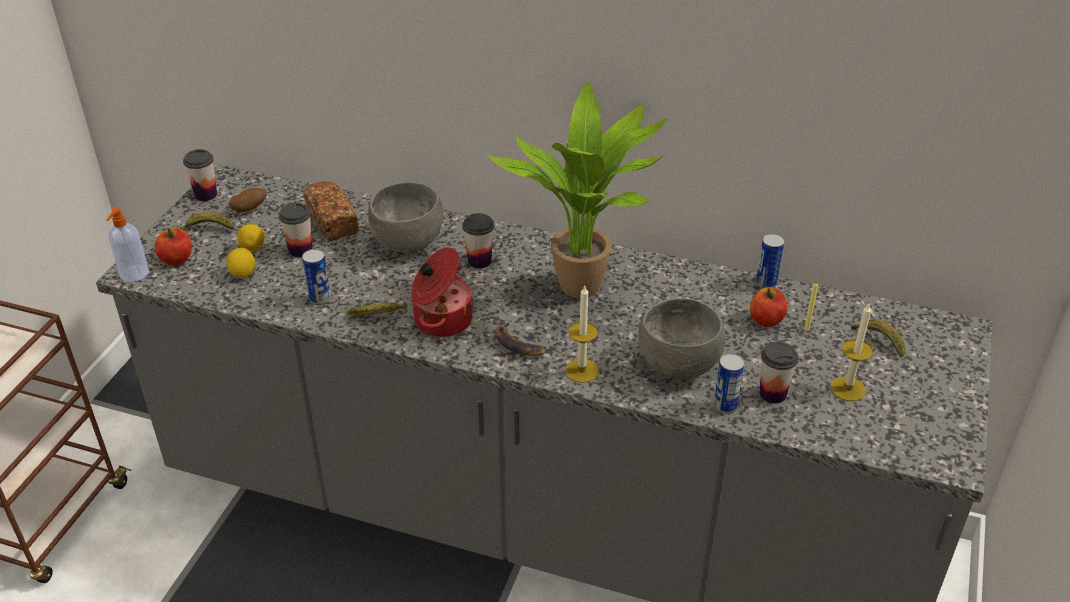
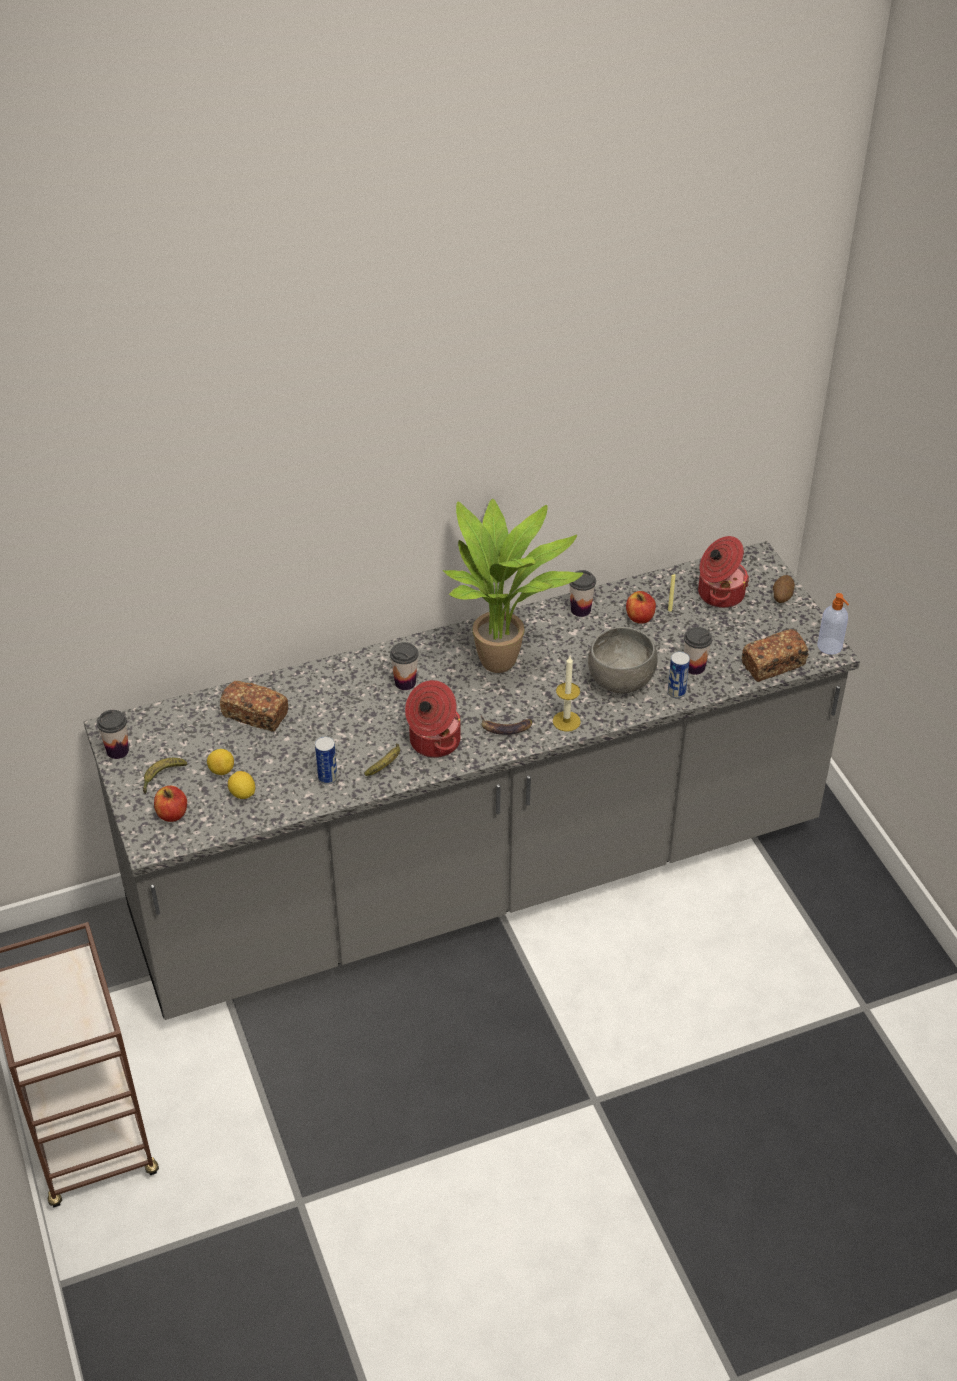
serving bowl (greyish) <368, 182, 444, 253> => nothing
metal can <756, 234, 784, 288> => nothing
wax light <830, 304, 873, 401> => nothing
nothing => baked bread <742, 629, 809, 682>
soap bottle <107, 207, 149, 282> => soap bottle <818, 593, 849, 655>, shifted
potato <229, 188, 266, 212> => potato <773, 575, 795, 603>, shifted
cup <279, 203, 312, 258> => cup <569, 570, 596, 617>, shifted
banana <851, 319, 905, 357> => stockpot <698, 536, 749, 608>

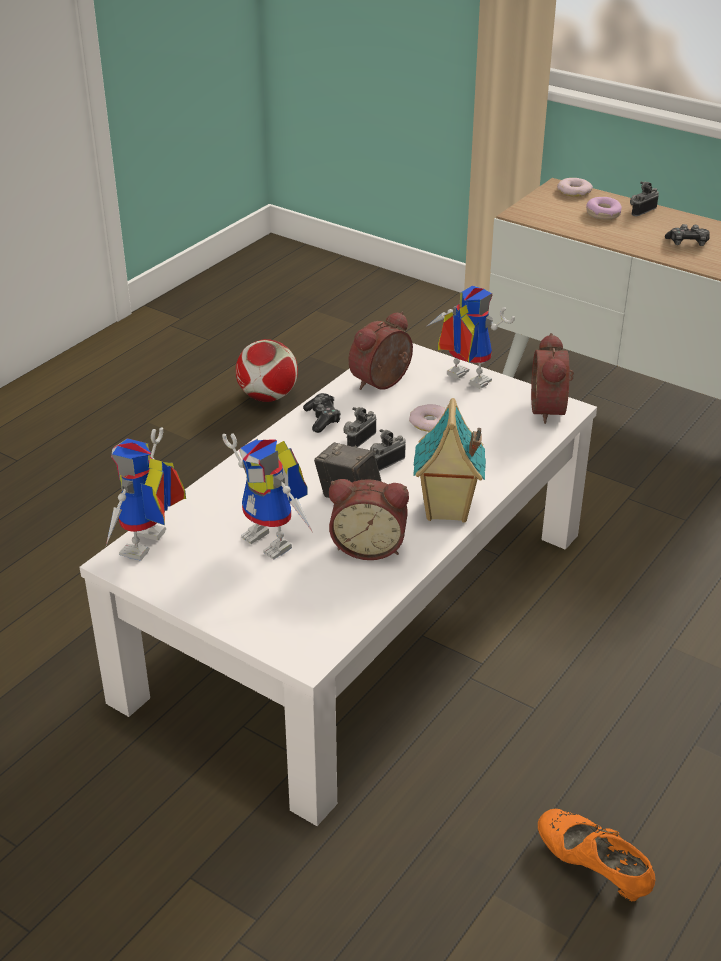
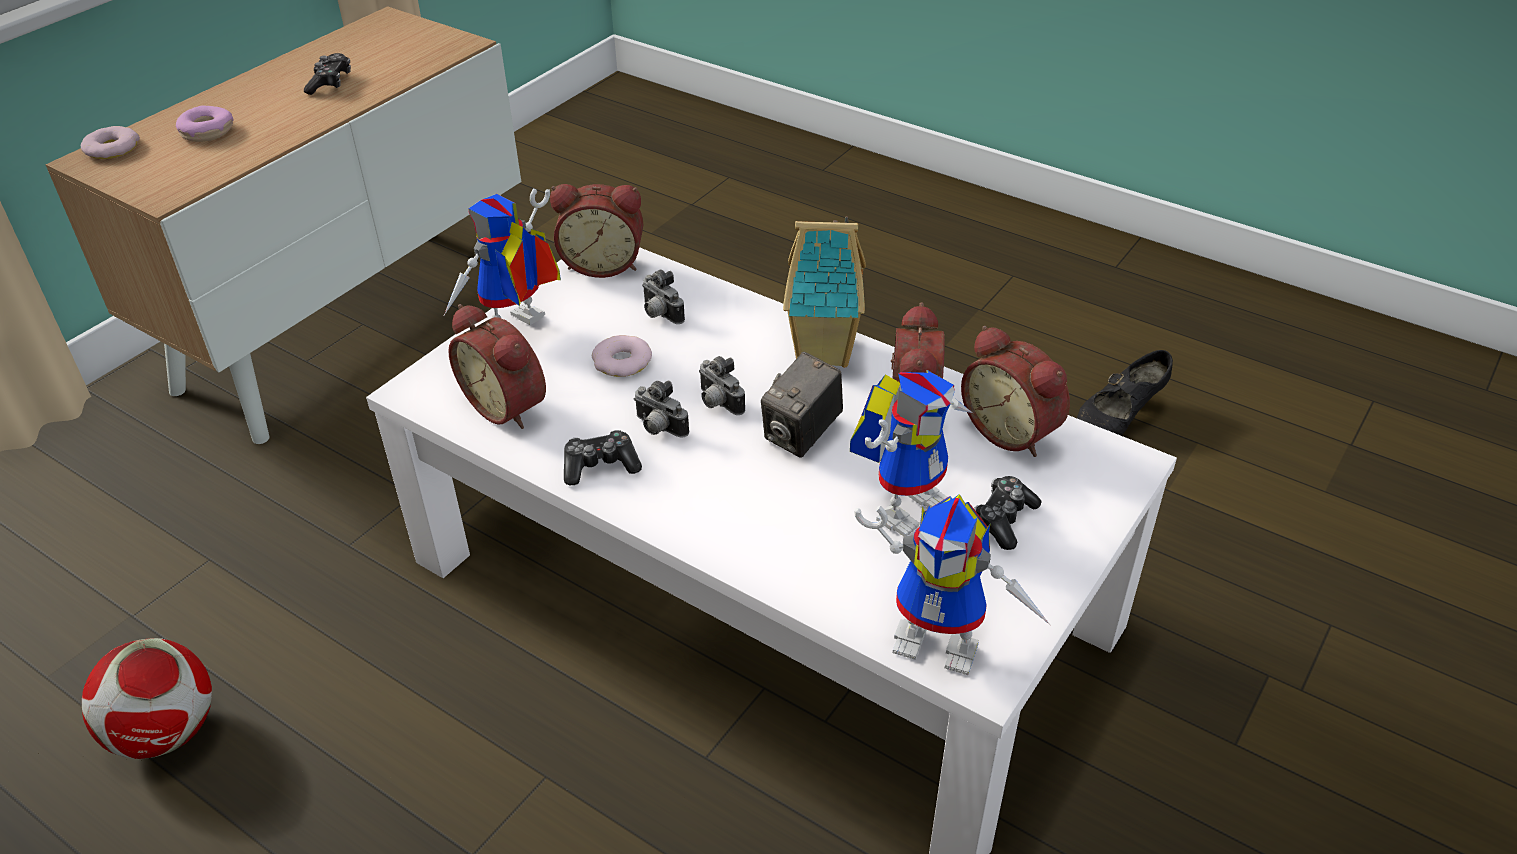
nothing => table clock <961, 326, 1070, 457>
nothing => joypad <974, 476, 1042, 550>
still camera <630, 181, 659, 217> => still camera <642, 269, 685, 324>, shifted
shoe (orange-coloured) <538, 809, 655, 901> => shoe (black) <1077, 350, 1173, 435>

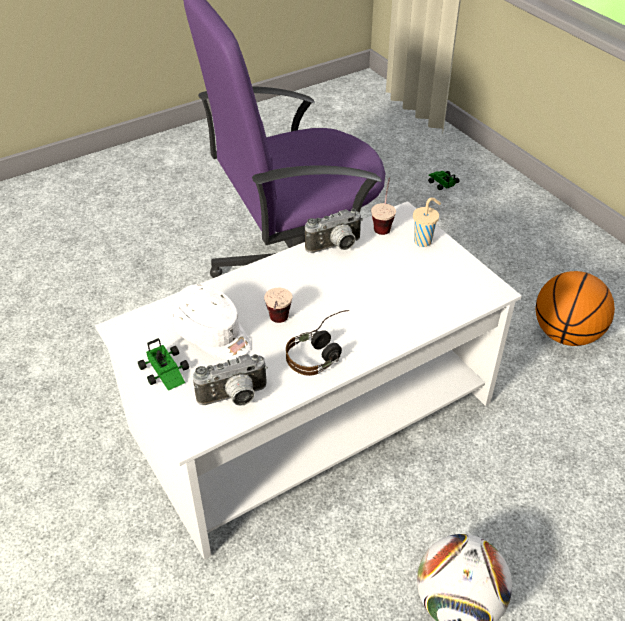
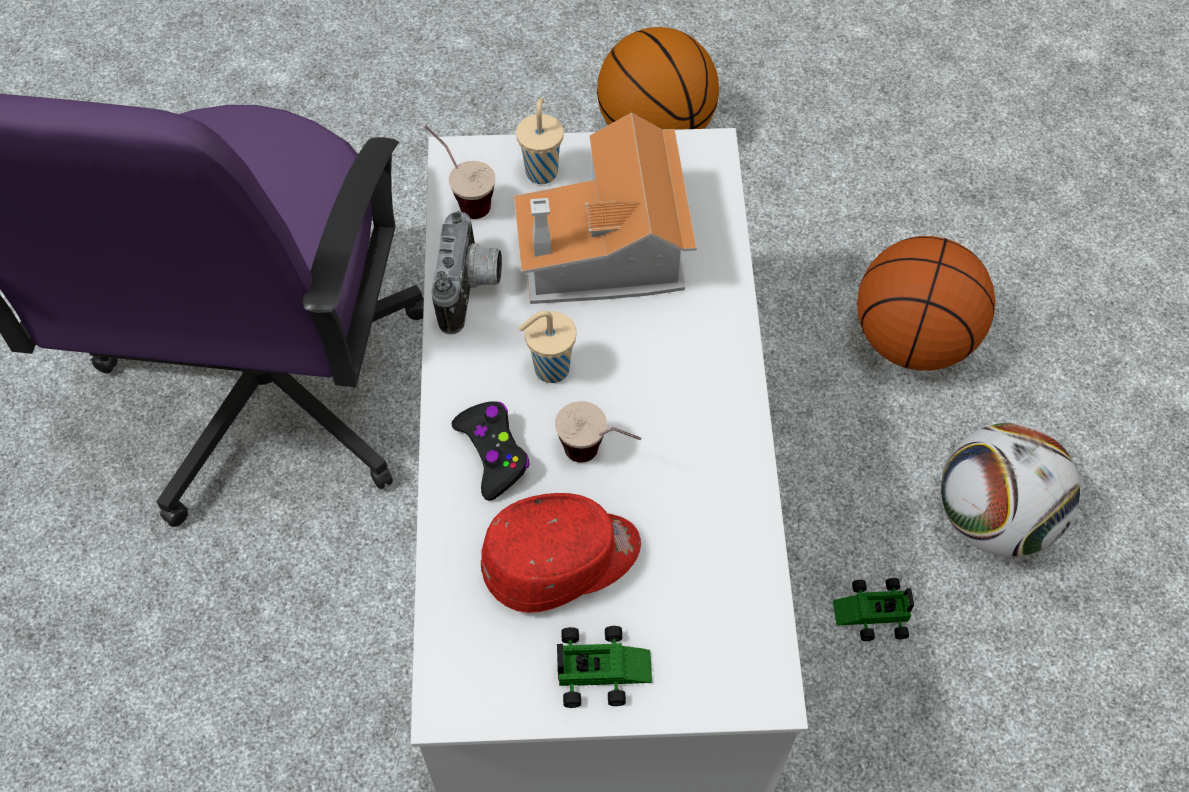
still camera <193, 354, 268, 406> => nothing
pair of headphones <286, 310, 349, 376> => nothing
nothing => joypad (black) <452, 401, 529, 501>
nothing => model house <514, 112, 697, 304>
nothing => cup (sand-coloured) <519, 311, 576, 383>
nothing => basketball <857, 236, 995, 371>
toy car <428, 170, 460, 190> => toy car <833, 578, 914, 641>, shifted
baseball cap (whitish) <173, 284, 251, 360> => baseball cap (red-coloured) <481, 493, 641, 613>

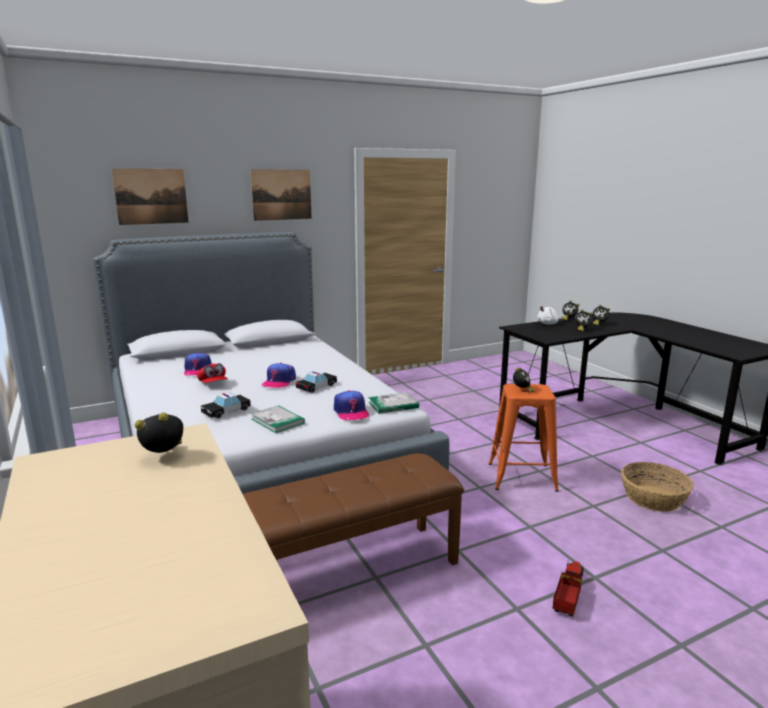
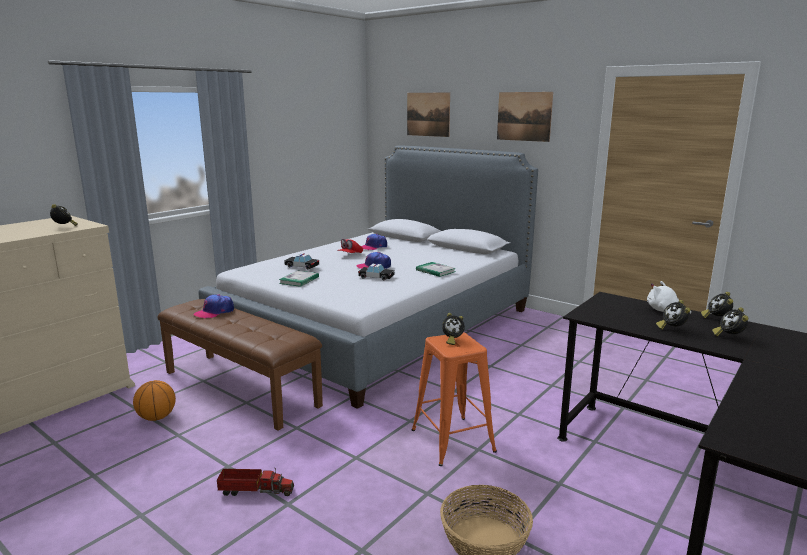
nothing => basketball <133, 380, 176, 421>
baseball cap <334, 390, 369, 420> => baseball cap <193, 294, 234, 318>, shifted
volume <368, 392, 419, 414> => volume <416, 262, 455, 277>, shifted

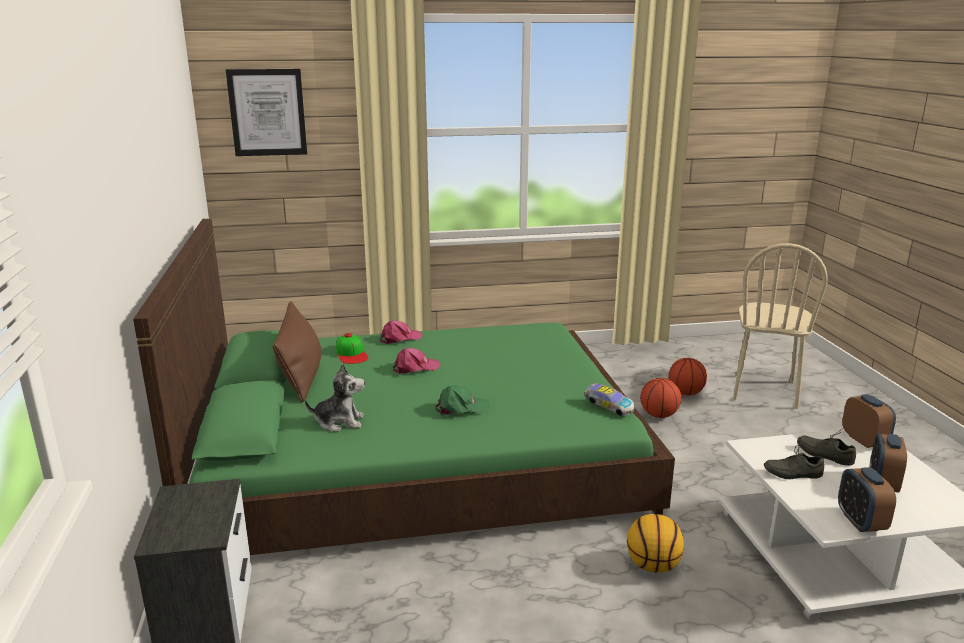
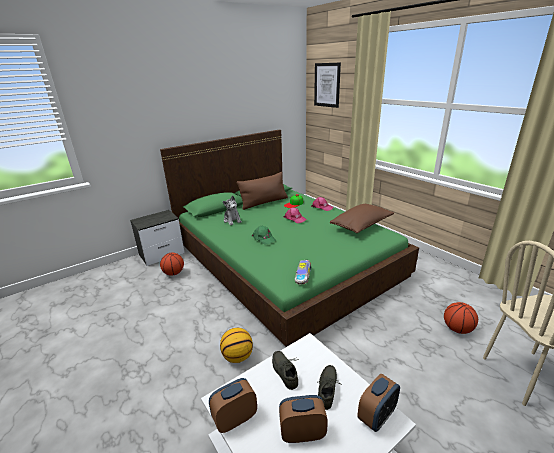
nothing => throw pillow (brown-coloured) <330, 204, 394, 233>
basketball <640, 378, 681, 418> => basketball <160, 253, 184, 276>, shifted

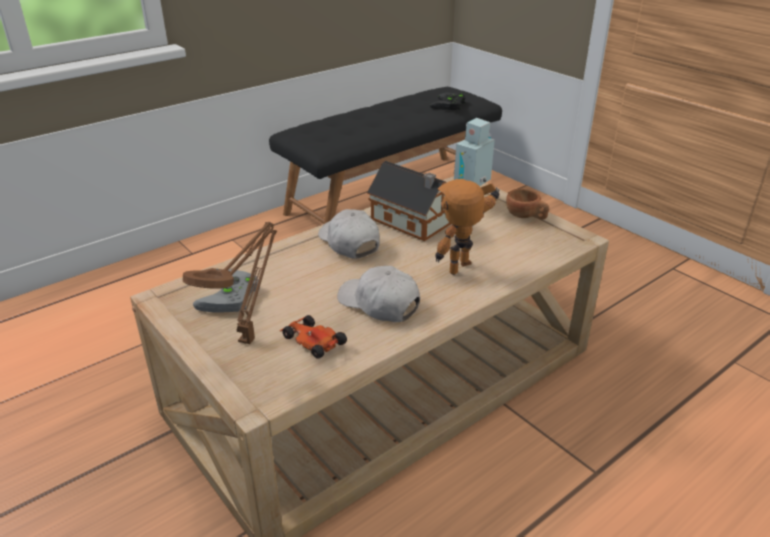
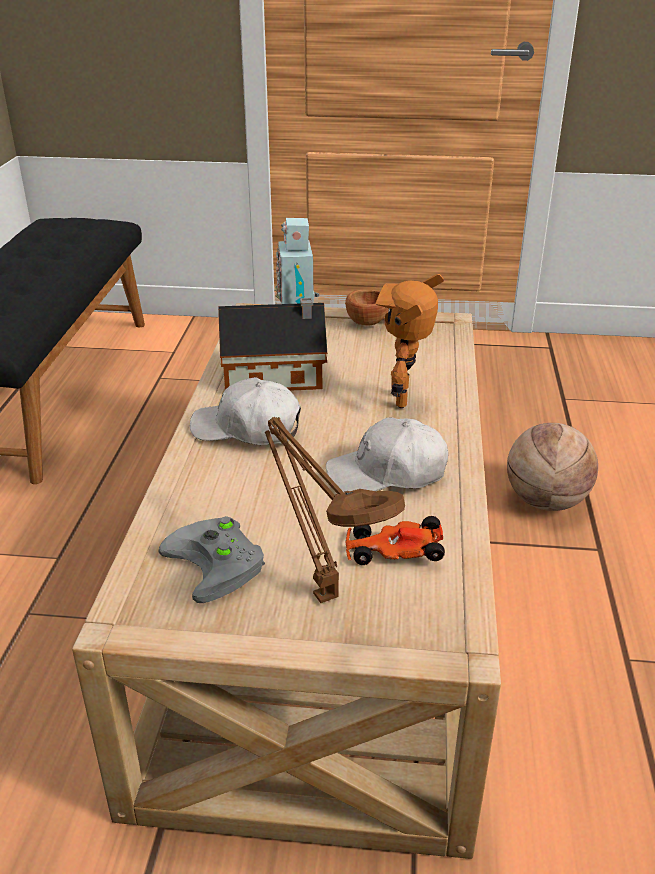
joypad (black) <430, 92, 466, 110> => nothing
nothing => basketball <507, 423, 598, 511>

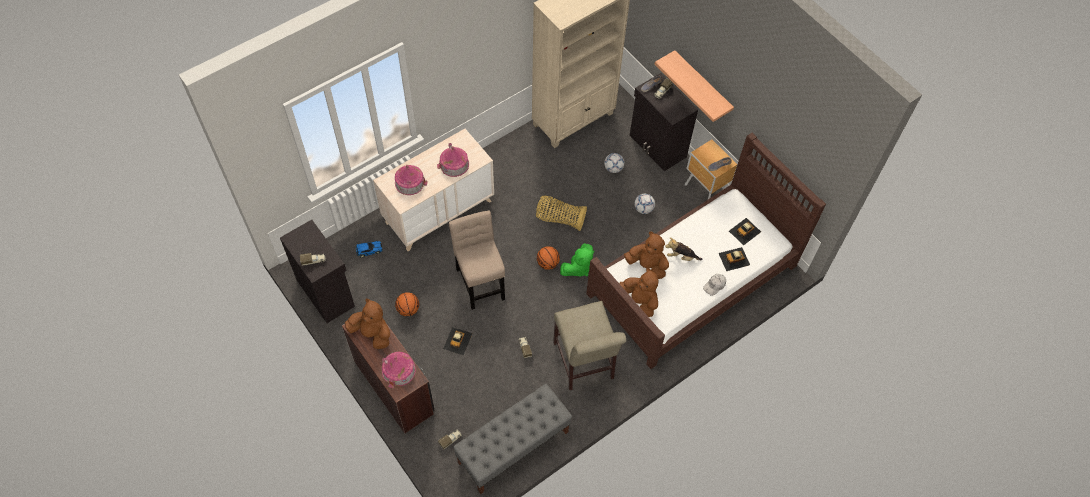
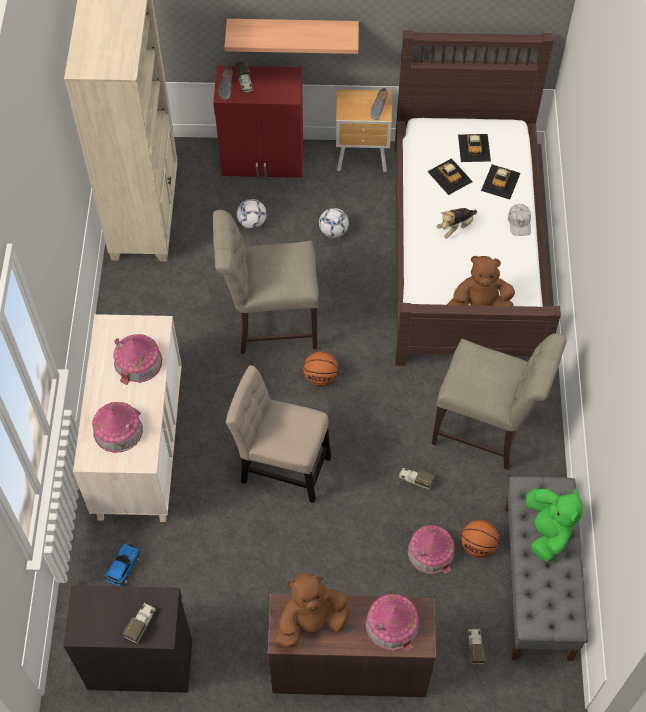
soft toy (brown-coloured) <624, 231, 669, 279> => nothing
nothing => model house <407, 525, 455, 574>
basketball <395, 292, 419, 316> => basketball <461, 520, 499, 558>, shifted
toy car <443, 327, 472, 355> => toy car <427, 158, 473, 195>, shifted
soft toy (green-coloured) <560, 243, 595, 277> => soft toy (green-coloured) <526, 489, 583, 562>, shifted
household basket <536, 196, 587, 231> => chair (sand-coloured) <213, 210, 319, 354>
cupboard (black) <630, 73, 698, 171> => cupboard (red-coloured) <213, 66, 303, 179>

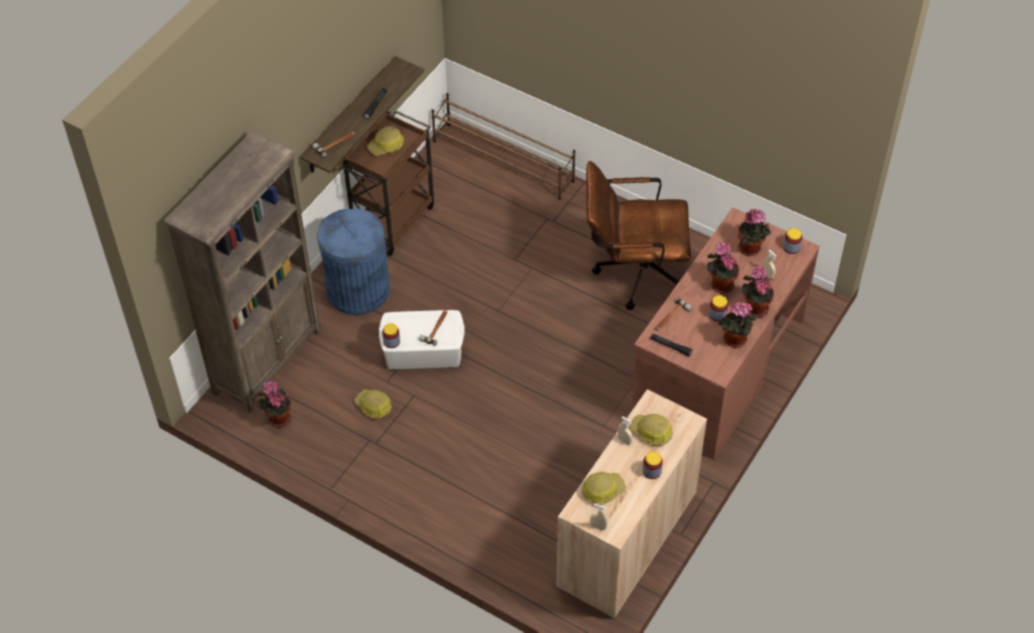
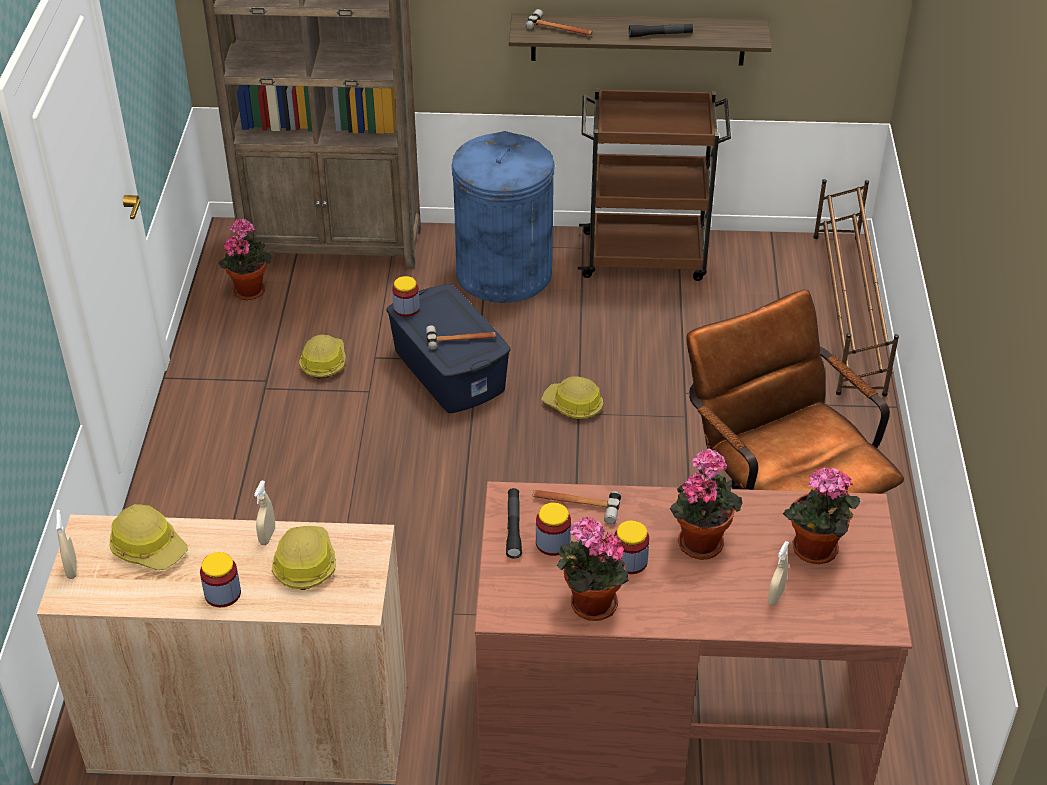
houseplant <741, 266, 774, 317> => nothing
safety helmet <367, 126, 404, 156> => safety helmet <542, 376, 603, 419>, shifted
storage jar <783, 228, 802, 254> => storage jar <536, 502, 571, 556>, shifted
storage box (whitish) <379, 310, 465, 369> => storage box (bluish) <387, 284, 510, 413>

